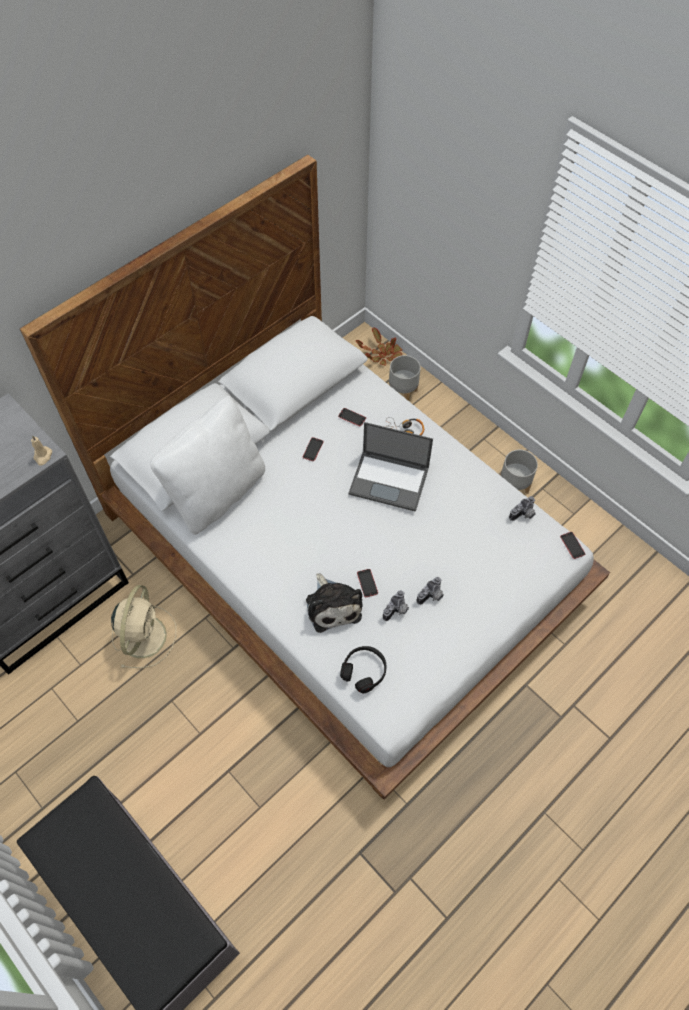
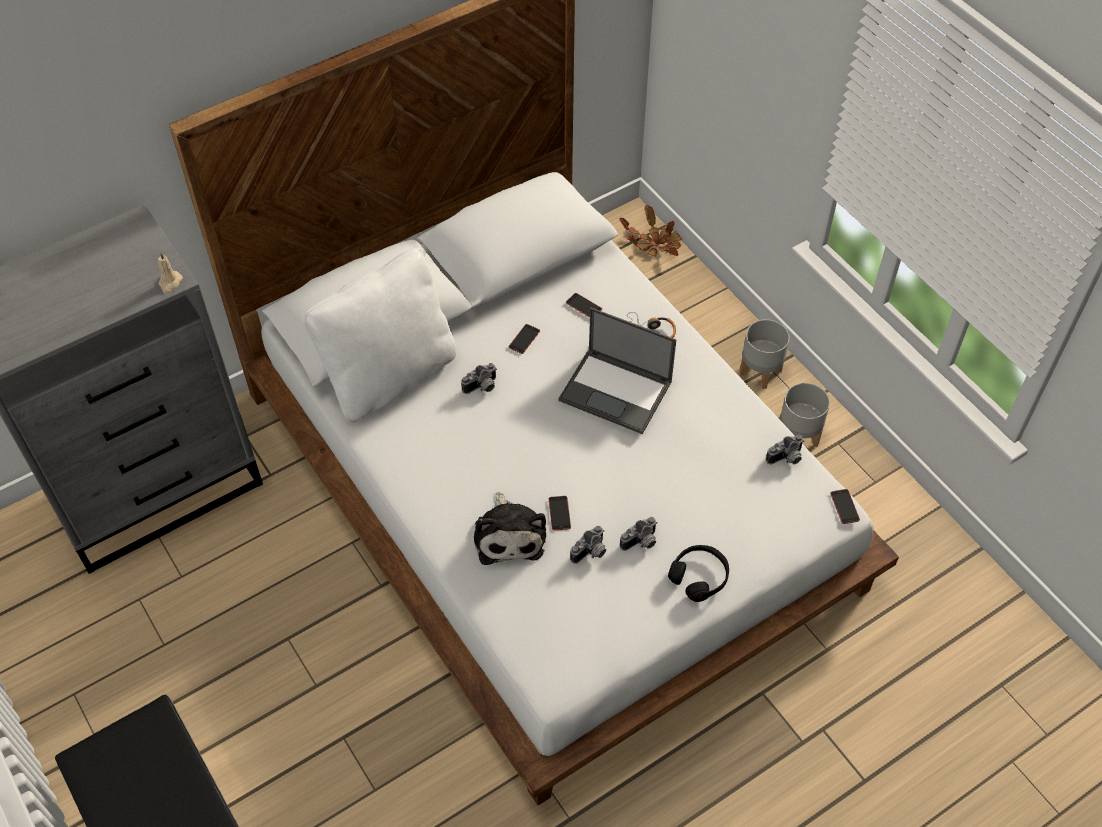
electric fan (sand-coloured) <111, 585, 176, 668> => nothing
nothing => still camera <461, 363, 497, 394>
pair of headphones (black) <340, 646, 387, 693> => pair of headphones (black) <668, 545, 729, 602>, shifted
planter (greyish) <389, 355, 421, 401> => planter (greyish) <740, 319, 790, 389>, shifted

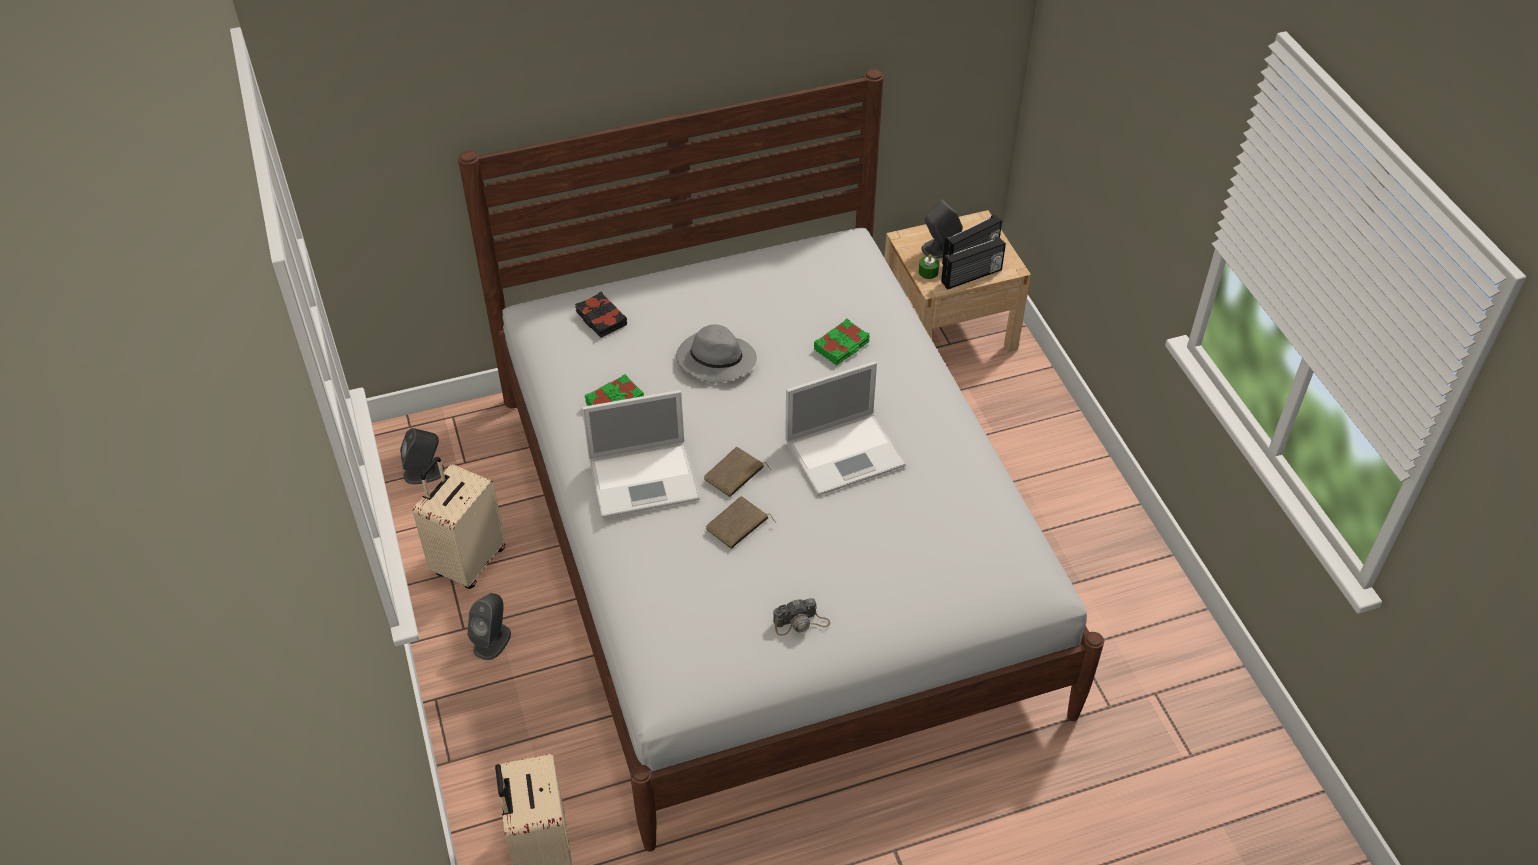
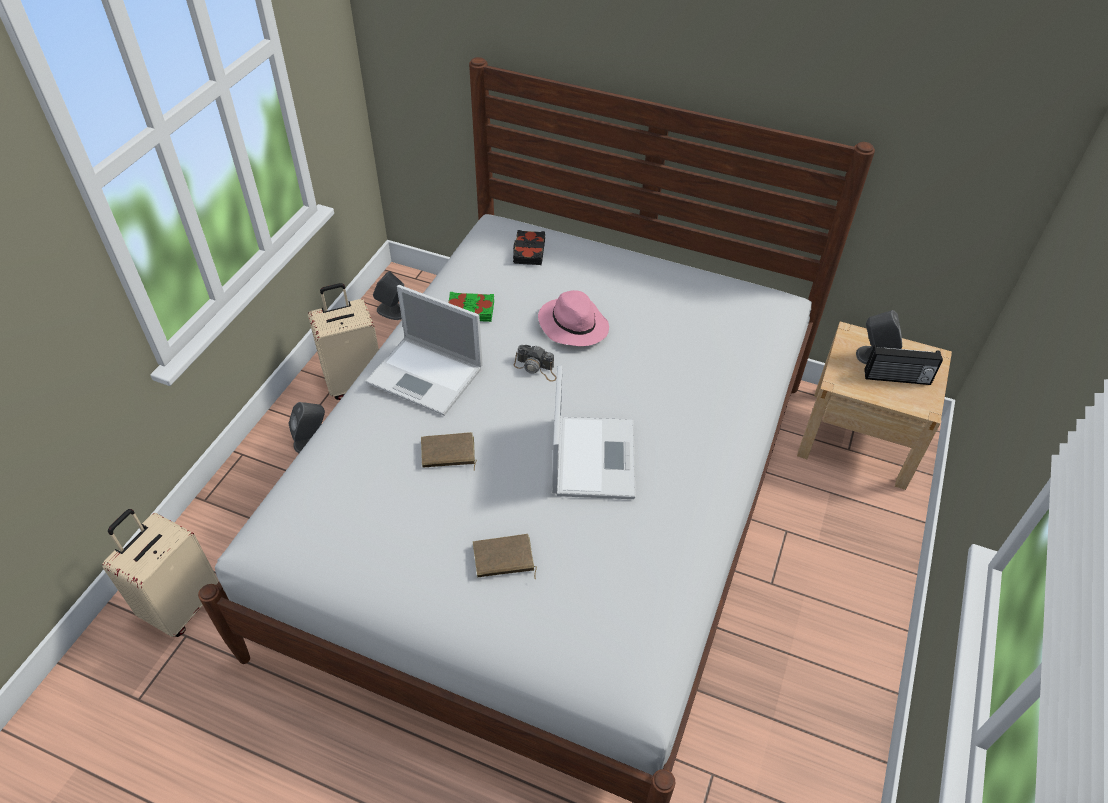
volume (green-coloured) <814, 319, 870, 365> => nothing
wax light (green-coloured) <919, 254, 939, 279> => nothing
radio receiver <941, 236, 1006, 290> => nothing
volume (brown-coloured) <704, 447, 772, 497> => volume (brown-coloured) <473, 534, 537, 579>, shifted
still camera <773, 598, 830, 636> => still camera <514, 345, 557, 381>, shifted
wearable hat (greyish) <676, 324, 757, 383> => wearable hat (pink-coloured) <538, 290, 609, 346>
portable computer <785, 361, 906, 496> => portable computer <552, 366, 636, 499>, 105 degrees counterclockwise

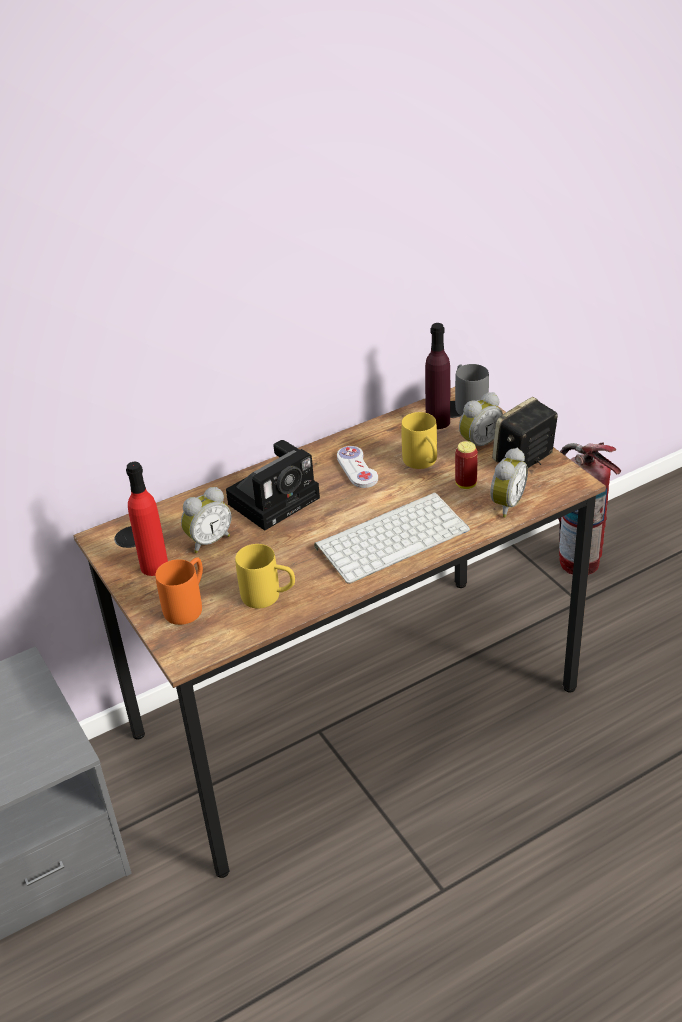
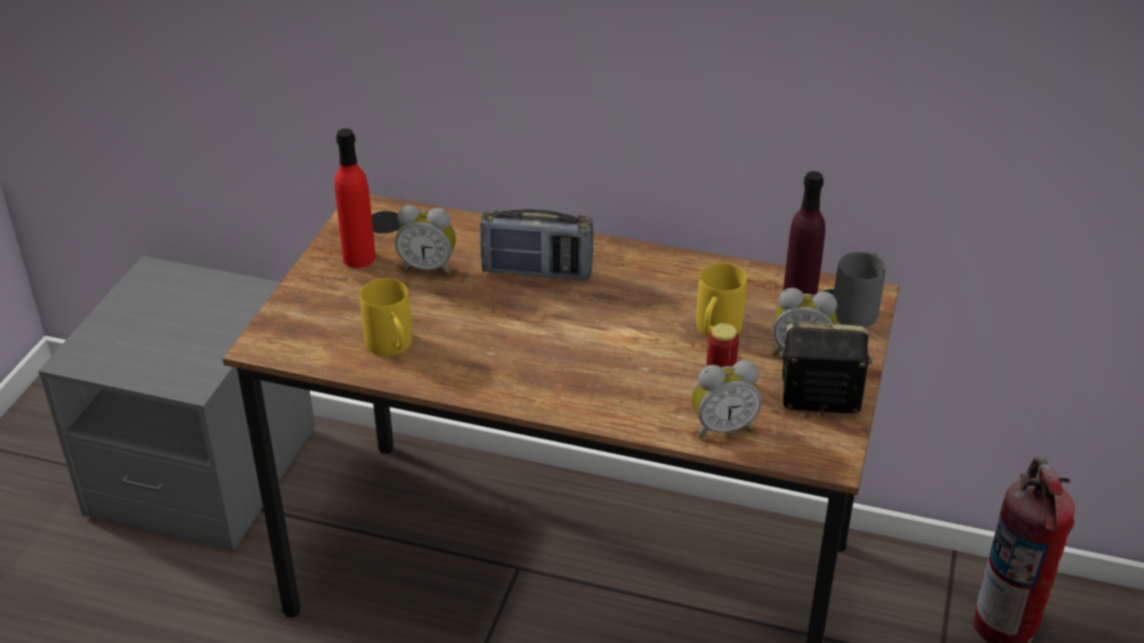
mug (orange-coloured) <155, 557, 203, 625> => nothing
keyboard <314, 492, 470, 584> => nothing
joypad (whitish) <337, 446, 378, 488> => nothing
still camera <226, 440, 320, 531> => radio receiver <480, 209, 593, 280>

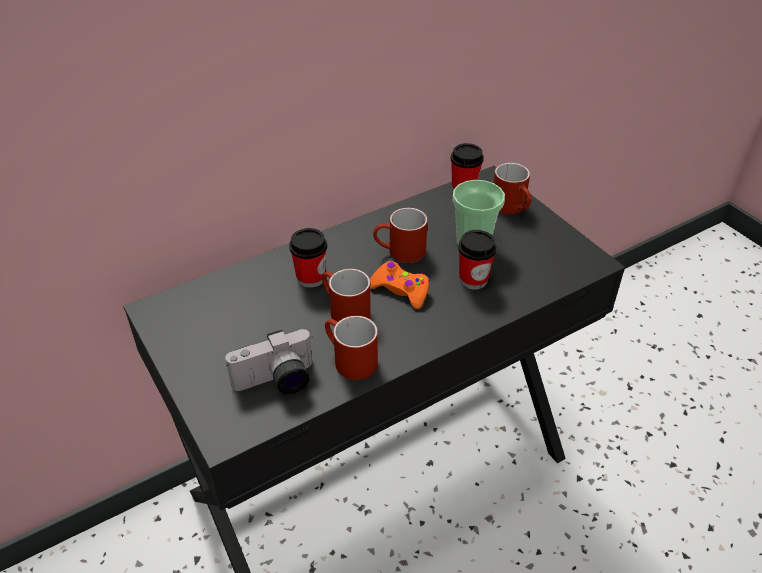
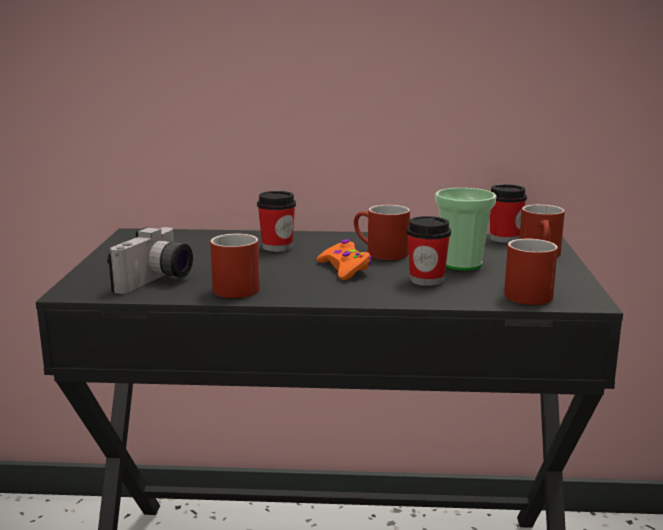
mug (red-coloured) <322, 269, 371, 322> => mug (red-coloured) <504, 239, 558, 305>, shifted
still camera <225, 329, 312, 394> => still camera <107, 227, 193, 294>, 75 degrees counterclockwise

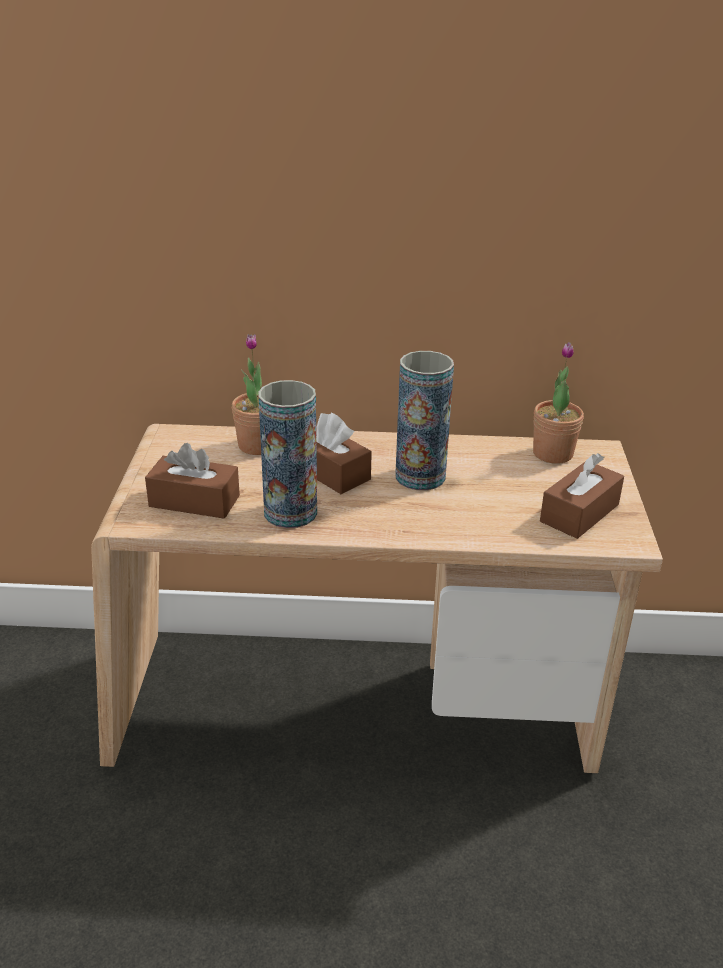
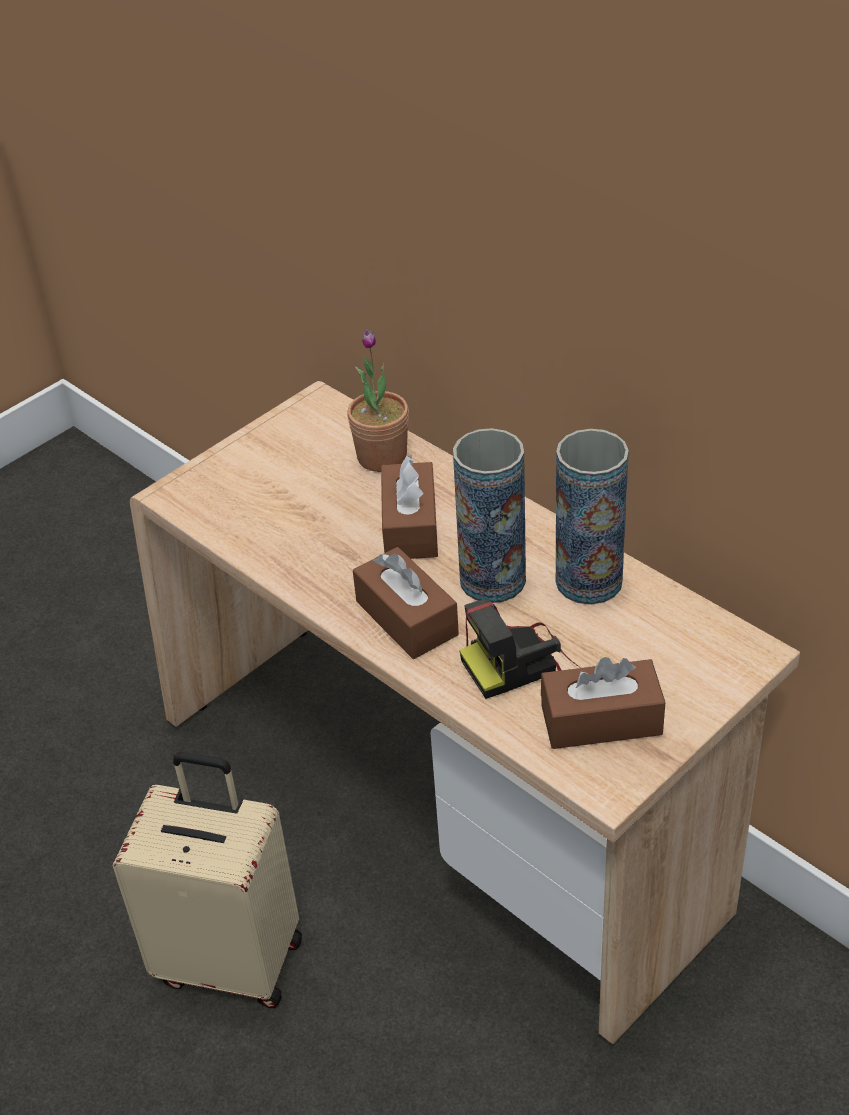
houseplant <533, 342, 584, 464> => nothing
nothing => travel case (sand-coloured) <113, 752, 302, 1008>
nothing => still camera <459, 599, 581, 699>
box of tissues (brown-coloured) <145, 443, 240, 519> => box of tissues (brown-coloured) <353, 547, 459, 659>, shifted
decorative vase <258, 380, 317, 528> => decorative vase <556, 429, 629, 605>, shifted

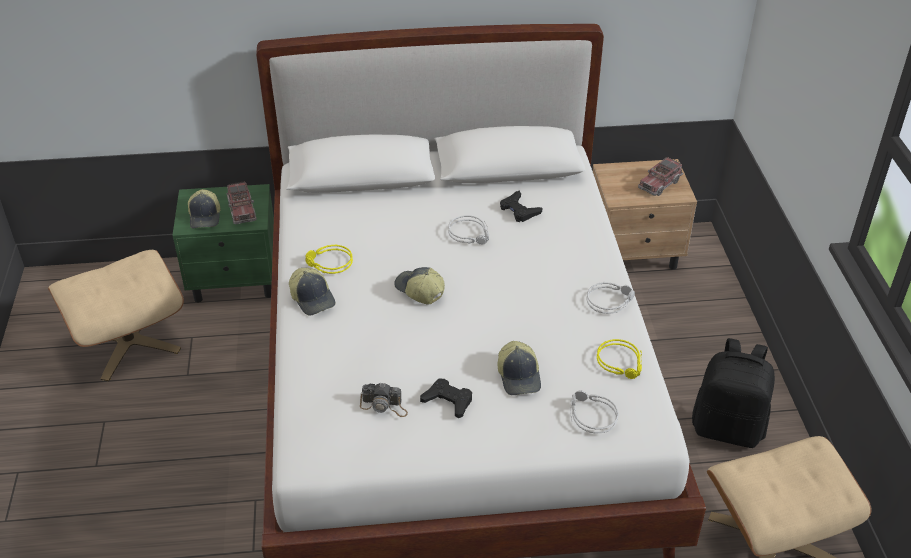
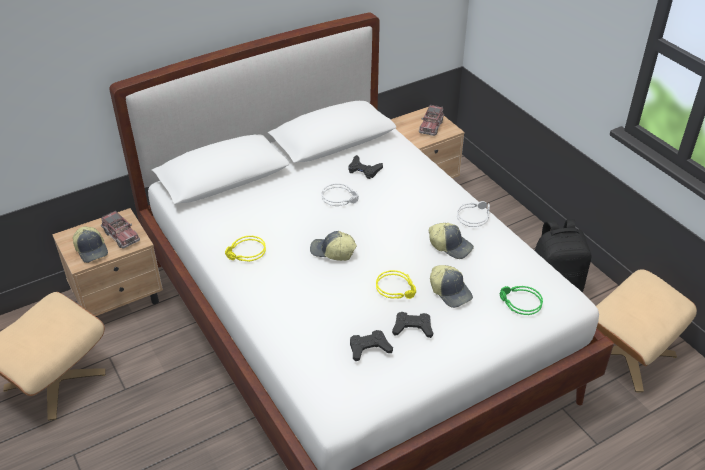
baseball cap <289, 268, 335, 316> => baseball cap <429, 223, 474, 259>, shifted
pair of headphones (yellowish) <597, 339, 642, 379> => pair of headphones (yellowish) <376, 270, 416, 299>, shifted
still camera <360, 383, 408, 417> => joypad (black) <350, 330, 393, 361>
bedside table (green-coloured) <172, 184, 274, 303> => bedside table (sand-coloured) <52, 208, 163, 318>
pair of headphones (greyish) <570, 390, 619, 433> => pair of headphones (green-coloured) <500, 286, 543, 315>

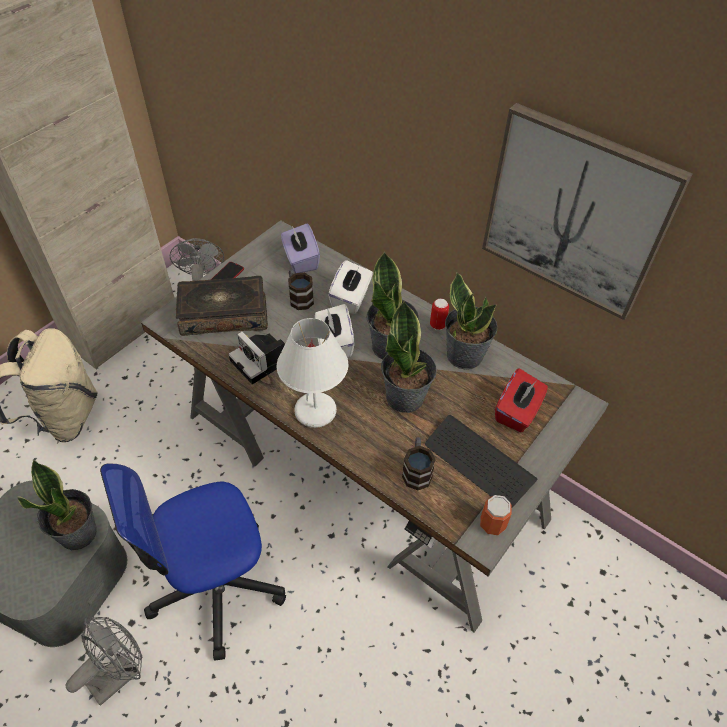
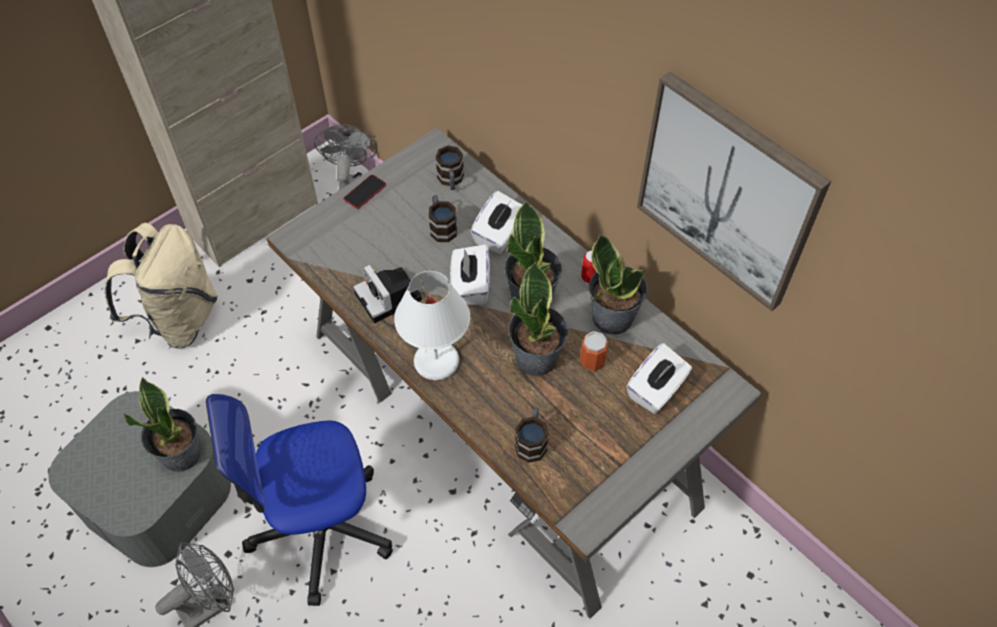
volume <176, 276, 268, 336> => nothing
keyboard <425, 415, 538, 508> => nothing
metal can <480, 495, 512, 535> => metal can <580, 331, 609, 371>, shifted
box of tissues (purple-coloured) <281, 223, 320, 273> => mug <436, 146, 464, 190>
box of tissues (red-coloured) <495, 368, 548, 432> => box of tissues (whitish) <627, 343, 692, 414>

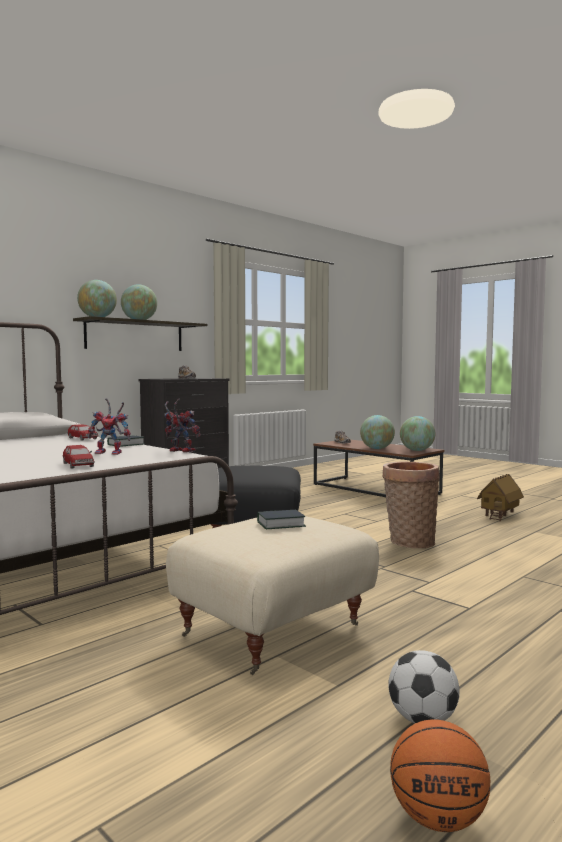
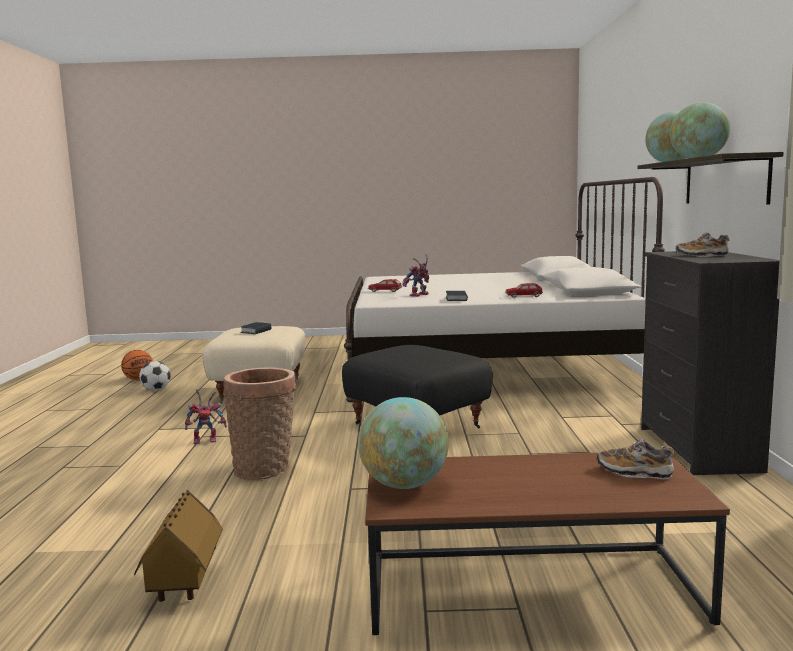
world globe <360, 415, 395, 449> => nothing
toy robot <165, 399, 201, 453> => toy robot <185, 389, 227, 444>, shifted

